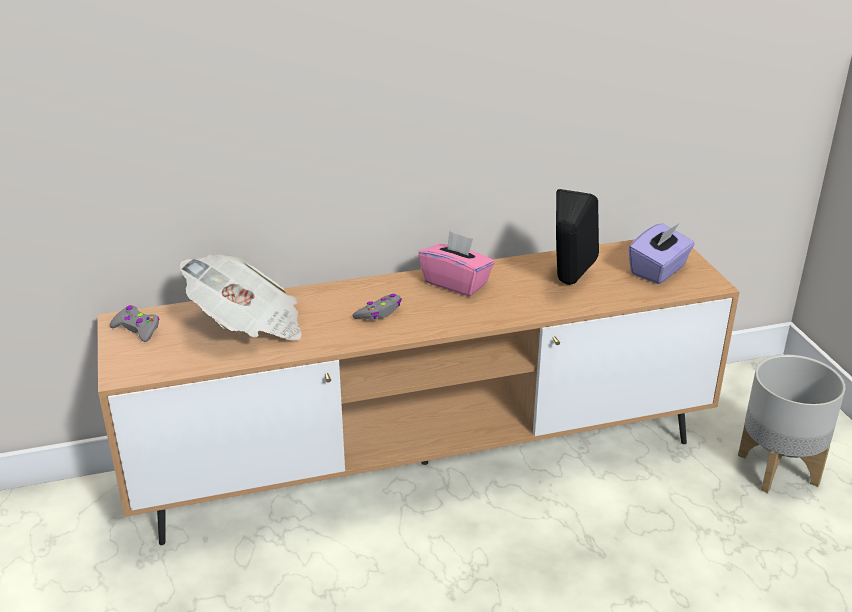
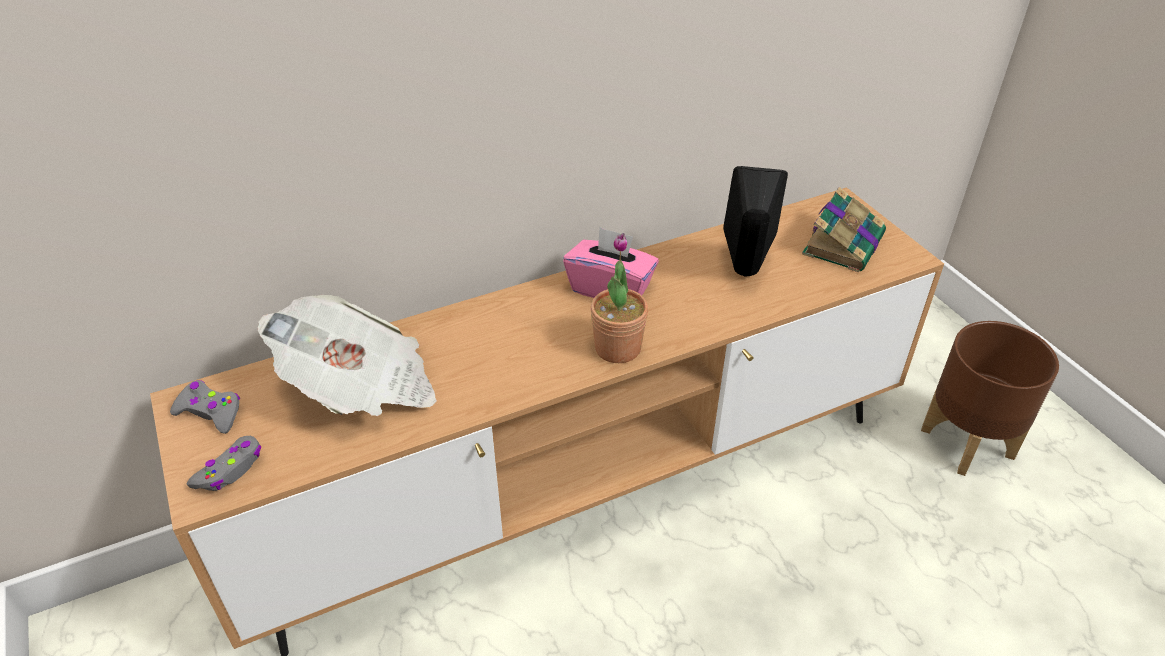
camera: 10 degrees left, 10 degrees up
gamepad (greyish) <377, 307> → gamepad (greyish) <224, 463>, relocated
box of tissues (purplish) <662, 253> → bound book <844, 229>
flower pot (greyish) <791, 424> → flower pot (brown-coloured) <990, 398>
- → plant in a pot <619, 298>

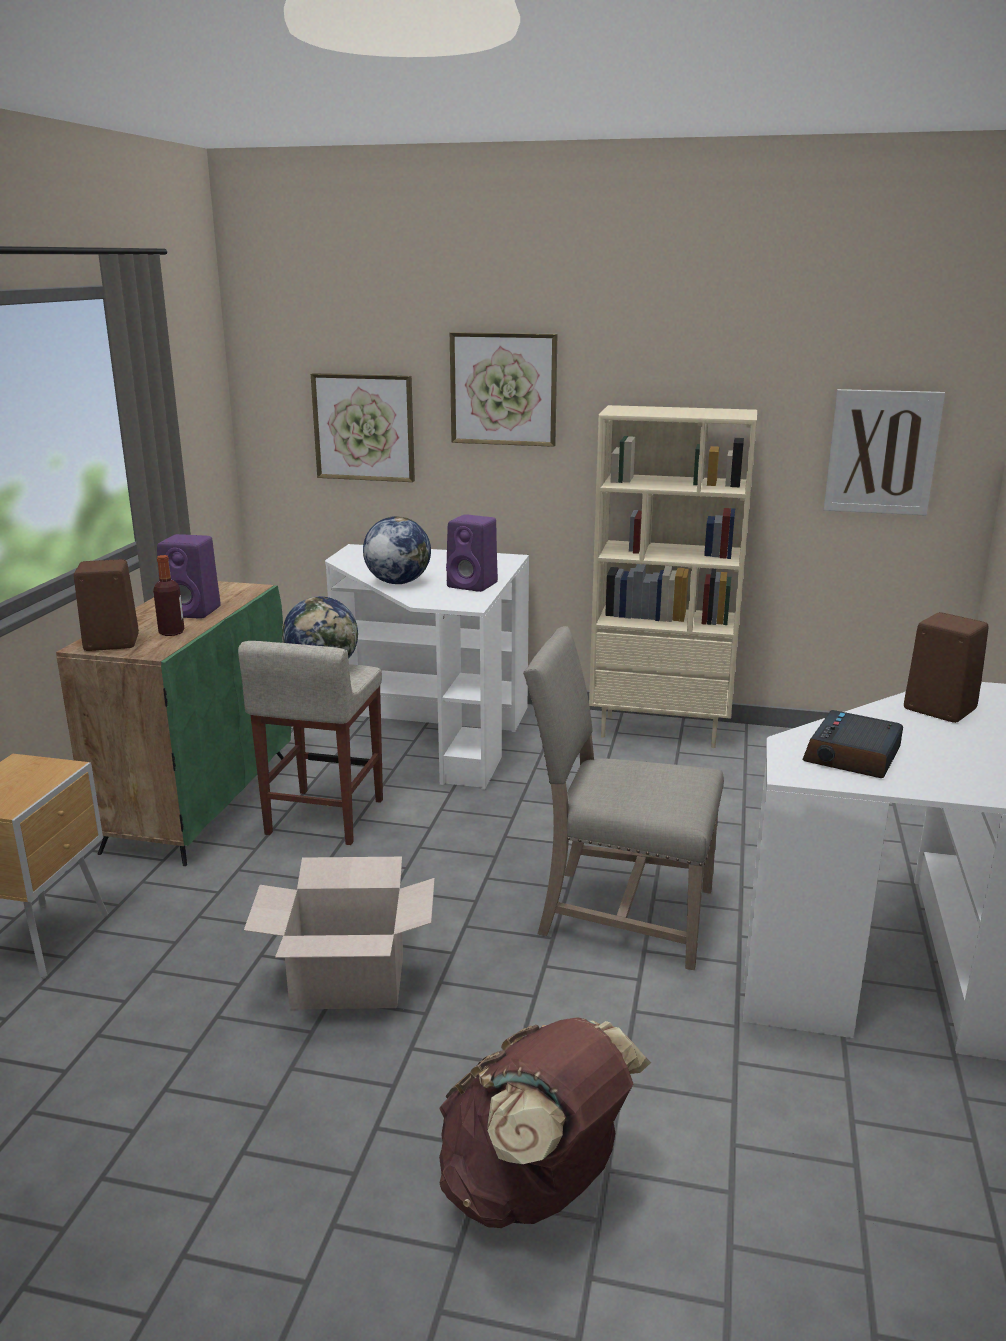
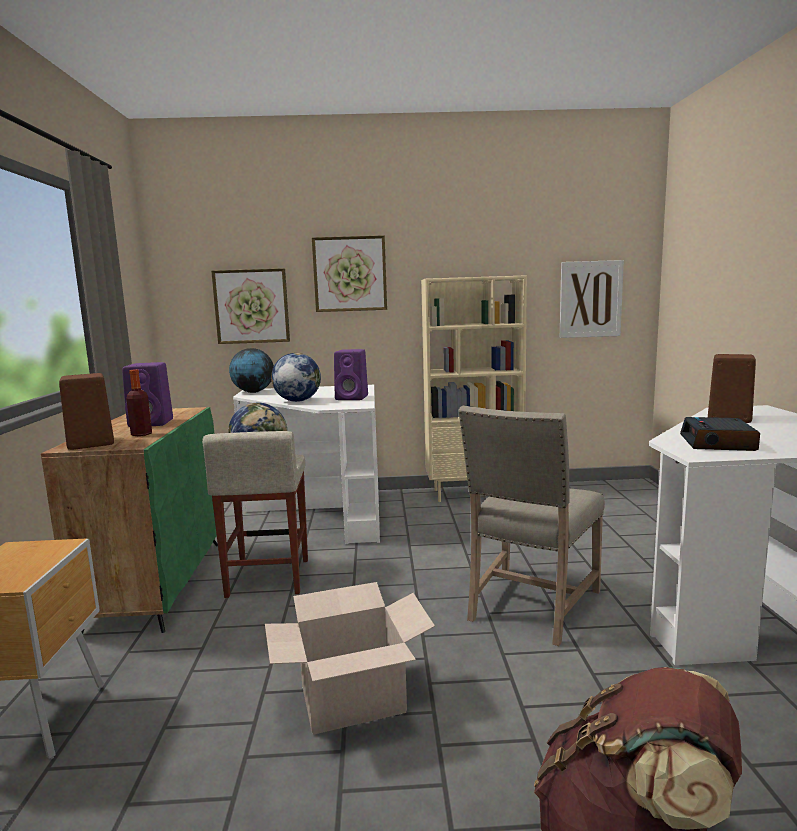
camera: 15 degrees left, 10 degrees down
plain chair (beige) <623, 798> → plain chair (beige) <531, 526>, 60 degrees counterclockwise
- → desk globe <251, 370>

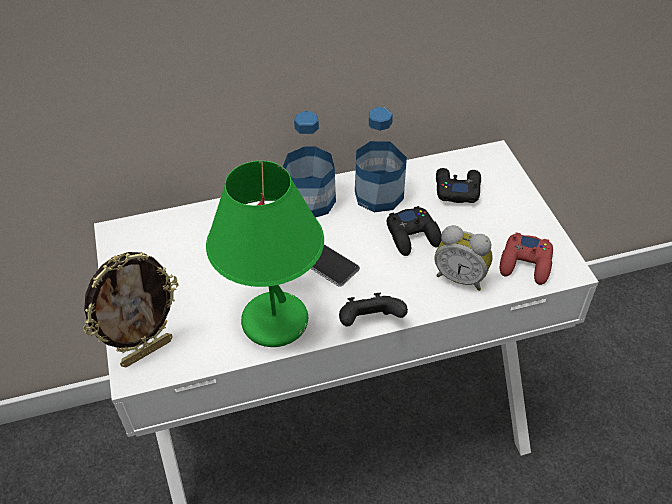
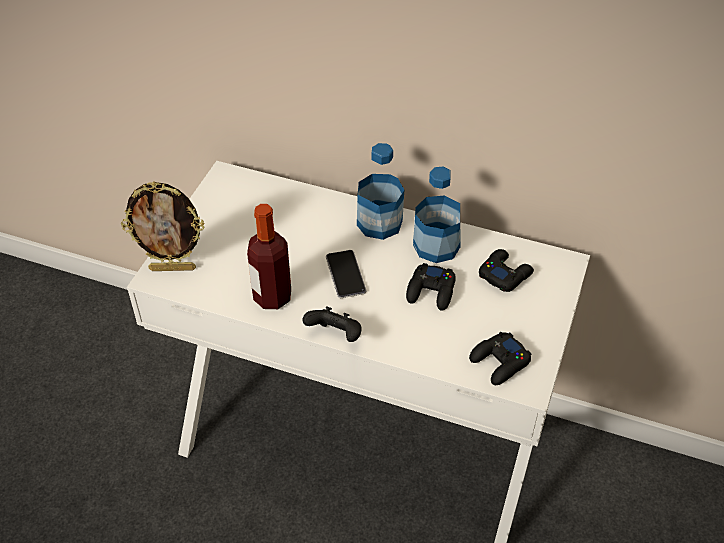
camera: 35 degrees right, 0 degrees up
lamp for a table (green-coloured) <265, 254> → bottle <269, 256>
bedside clock <463, 258> → -
gamepad (red) <526, 258> → gamepad (black-coloured) <500, 358>

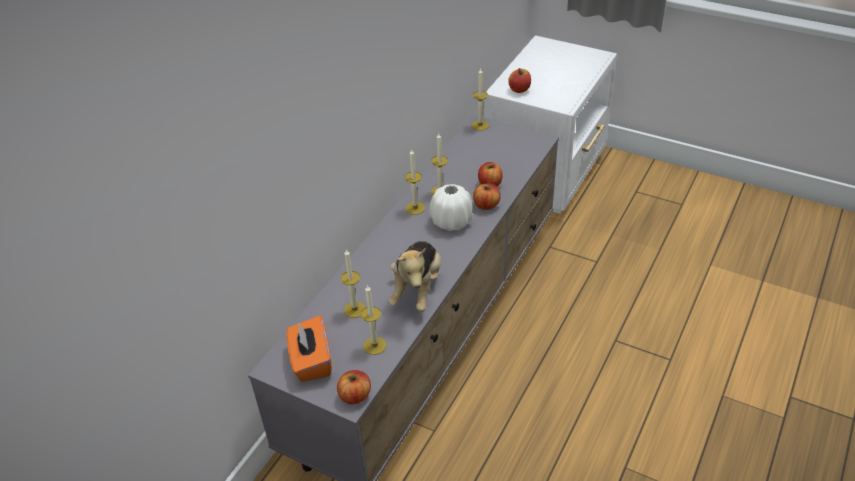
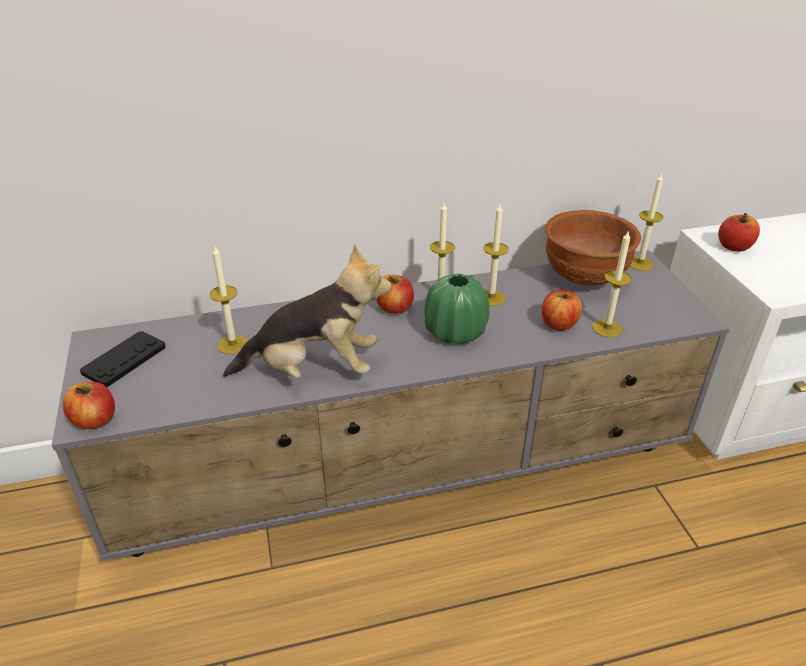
camera: 45 degrees right, 5 degrees down
box of tissues (orange) <309, 349> → gamepad (black-coloured) <123, 359>
candle <373, 320> → candle <612, 284>, relocated
soft toy <415, 276> → soft toy <307, 311>, 150 degrees counterclockwise
decorative vase (white-coloured) <451, 207> → decorative vase (green-coloured) <457, 309>
apple <487, 196> → apple <395, 294>, relocated
- → serving bowl (brown-coloured) <593, 248>

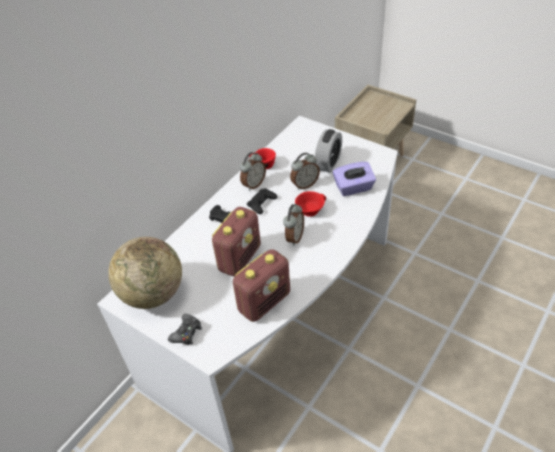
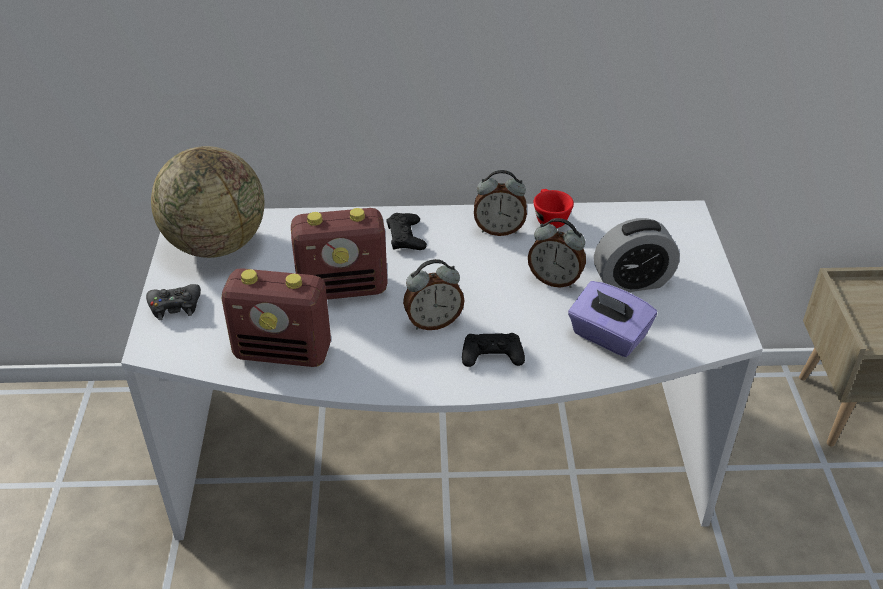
camera: 50 degrees right, 5 degrees down
gamepad (black-coloured) <262, 201> → gamepad (black-coloured) <493, 350>, relocated
cup (red) <310, 204> → -

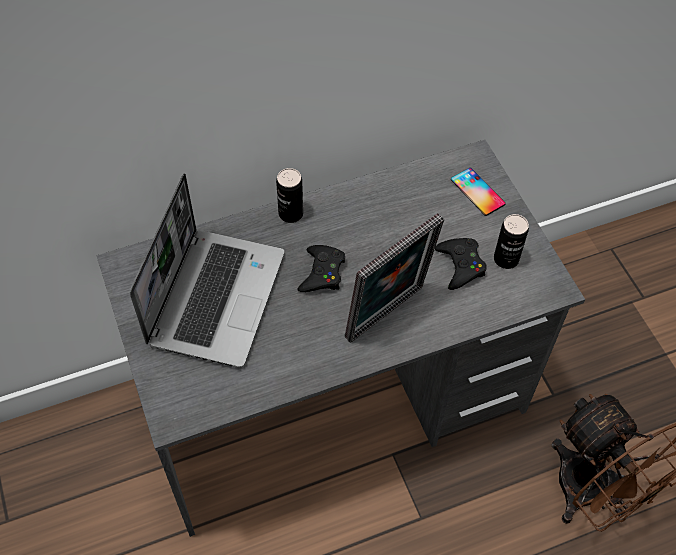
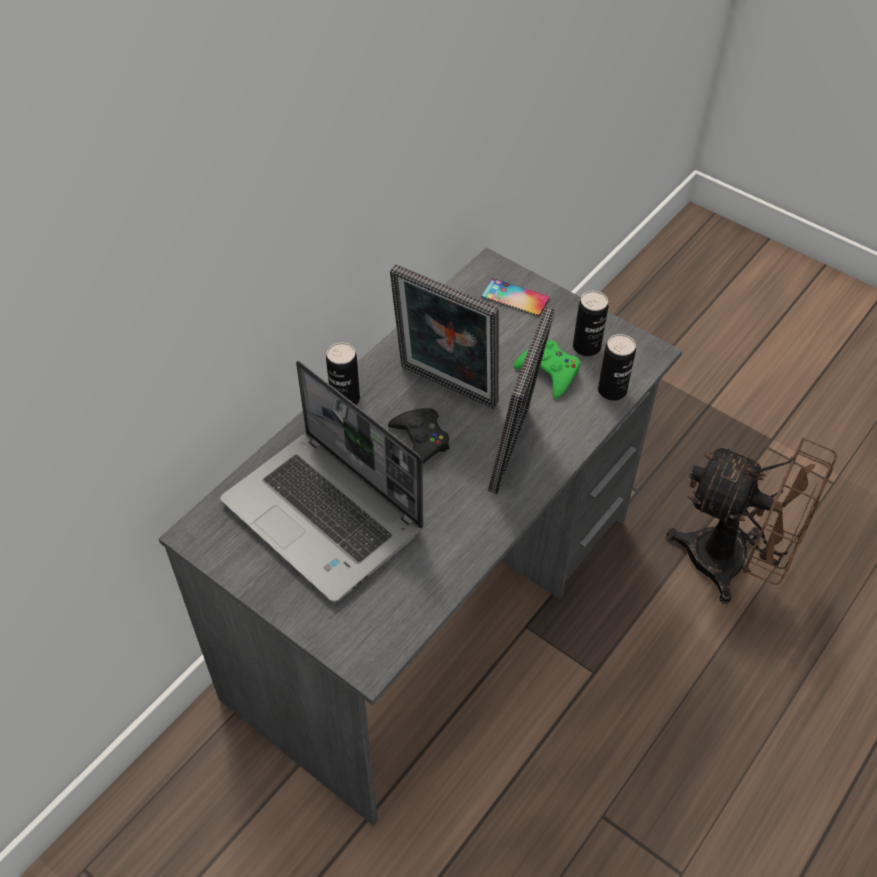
camera: 30 degrees left, 5 degrees down
laptop <207, 270> → laptop <321, 481>, 150 degrees clockwise
gamepad (black-coloured) <461, 264> → gamepad (green-coloured) <547, 369>
- → picture frame <444, 336>
- → sealed can <617, 367>

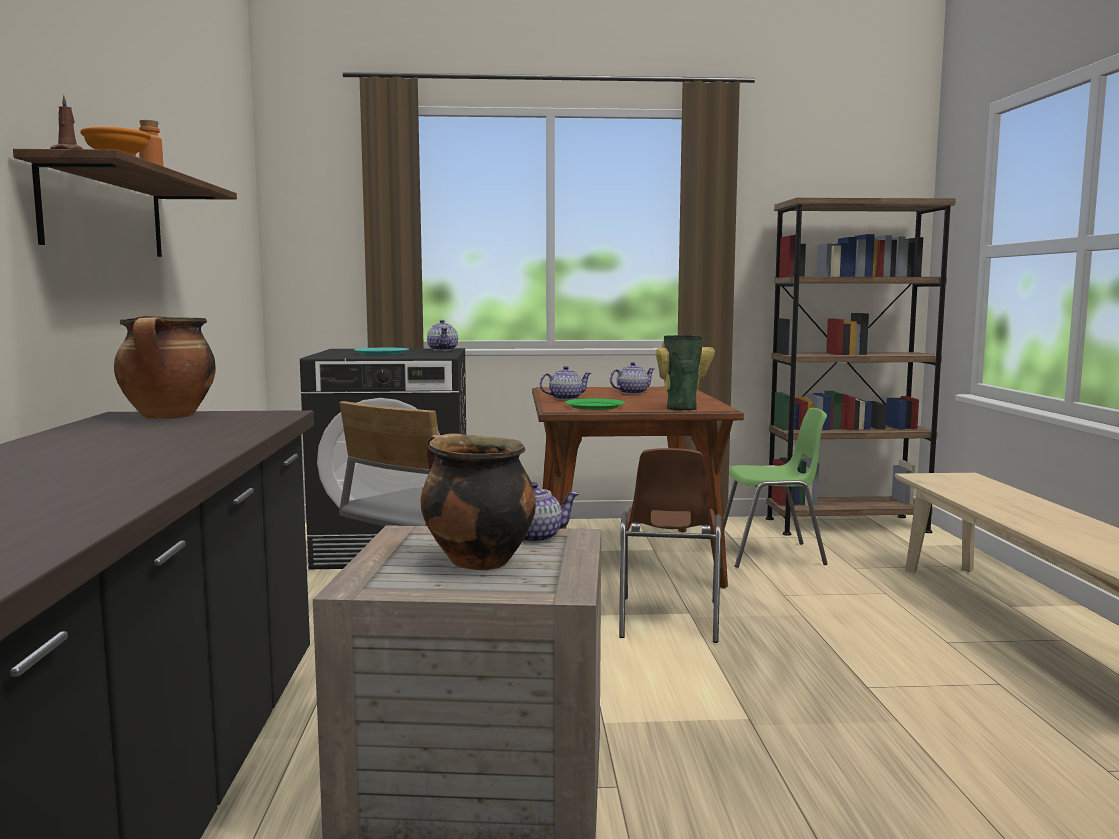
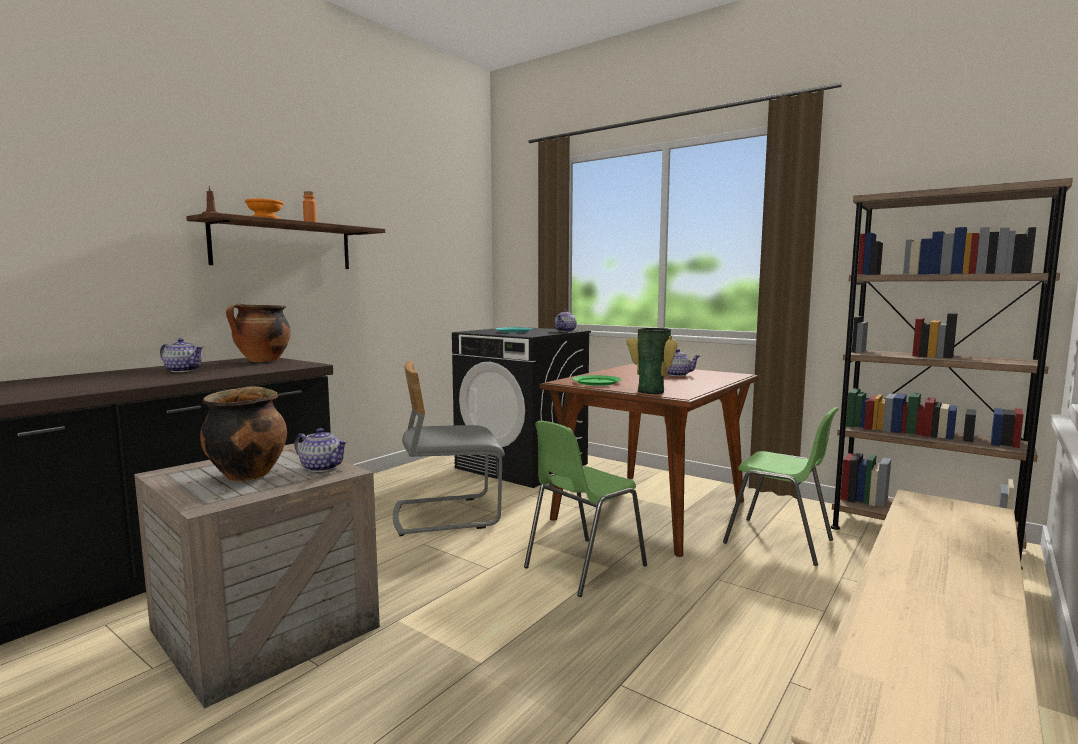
camera: 40 degrees right, 0 degrees up
pot for tea <566, 383> → pot for tea <181, 355>, relocated
plain chair (brown-coloured) <670, 545> → plain chair (green-coloured) <585, 509>

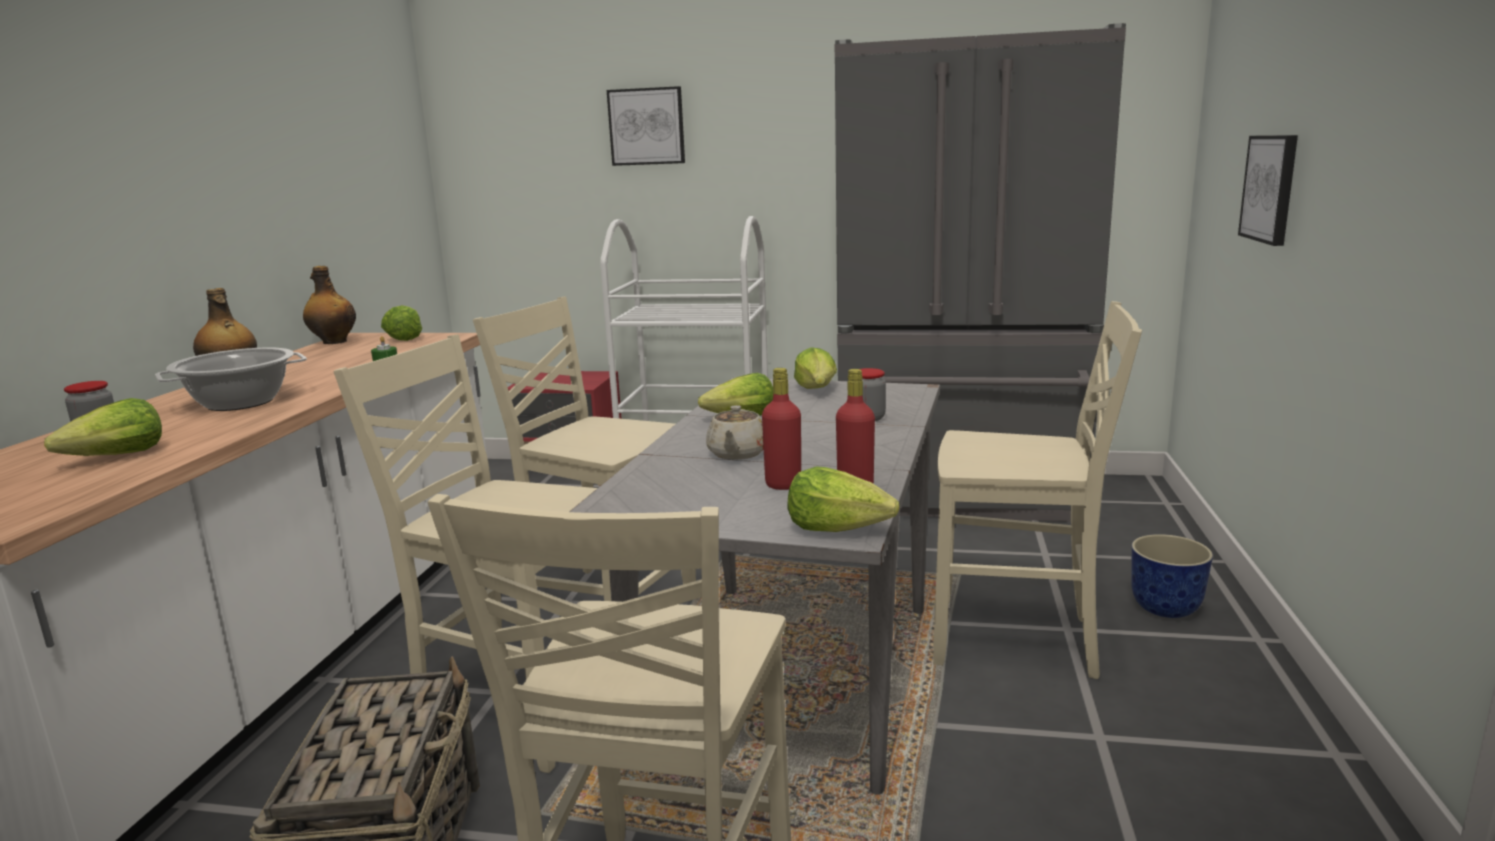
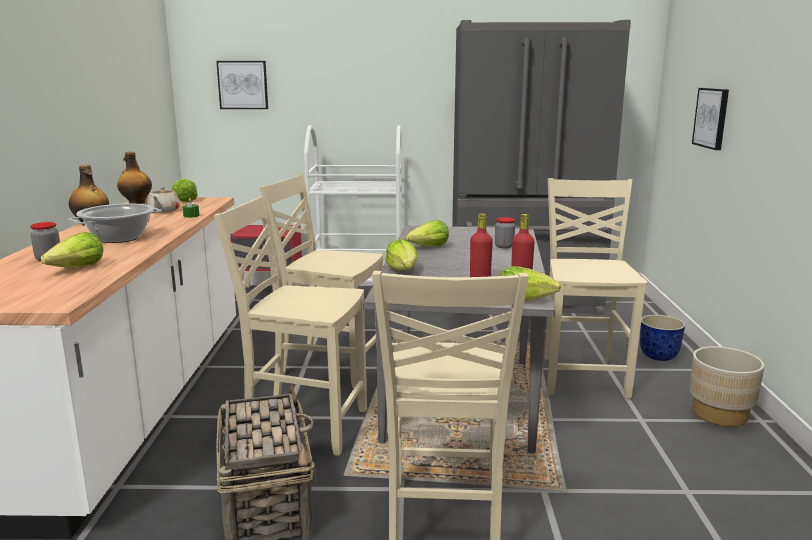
camera: 10 degrees left, 0 degrees up
picture <646, 126> → picture <242, 85>, relocated
pot for tea (beige) <735, 432> → pot for tea (beige) <163, 200>, relocated
head of lettuce <815, 368> → head of lettuce <402, 254>, relocated
plain chair (beige) <1037, 490> → plain chair (beige) <596, 288>, 90 degrees counterclockwise
- → flower pot (beige) <727, 386>

